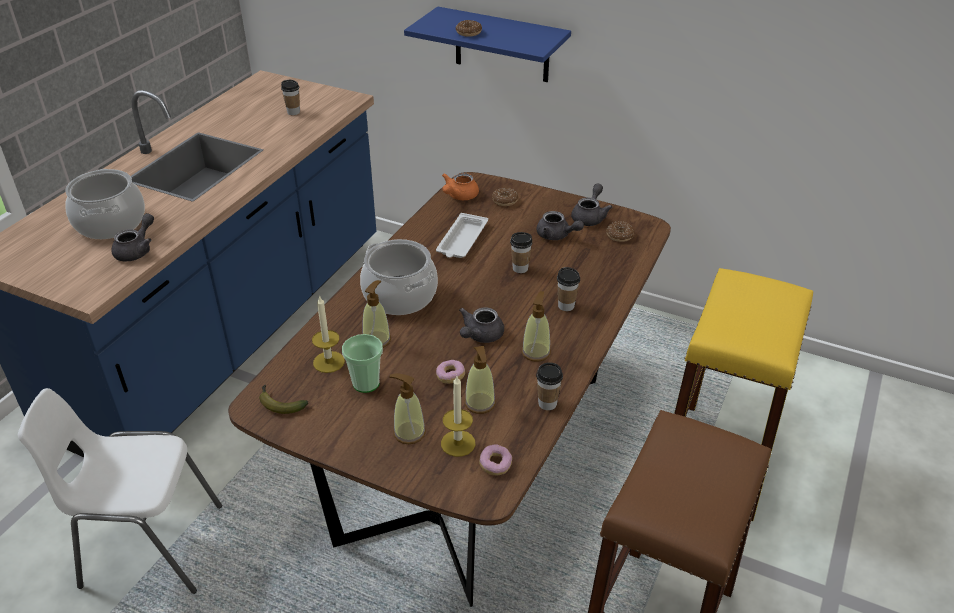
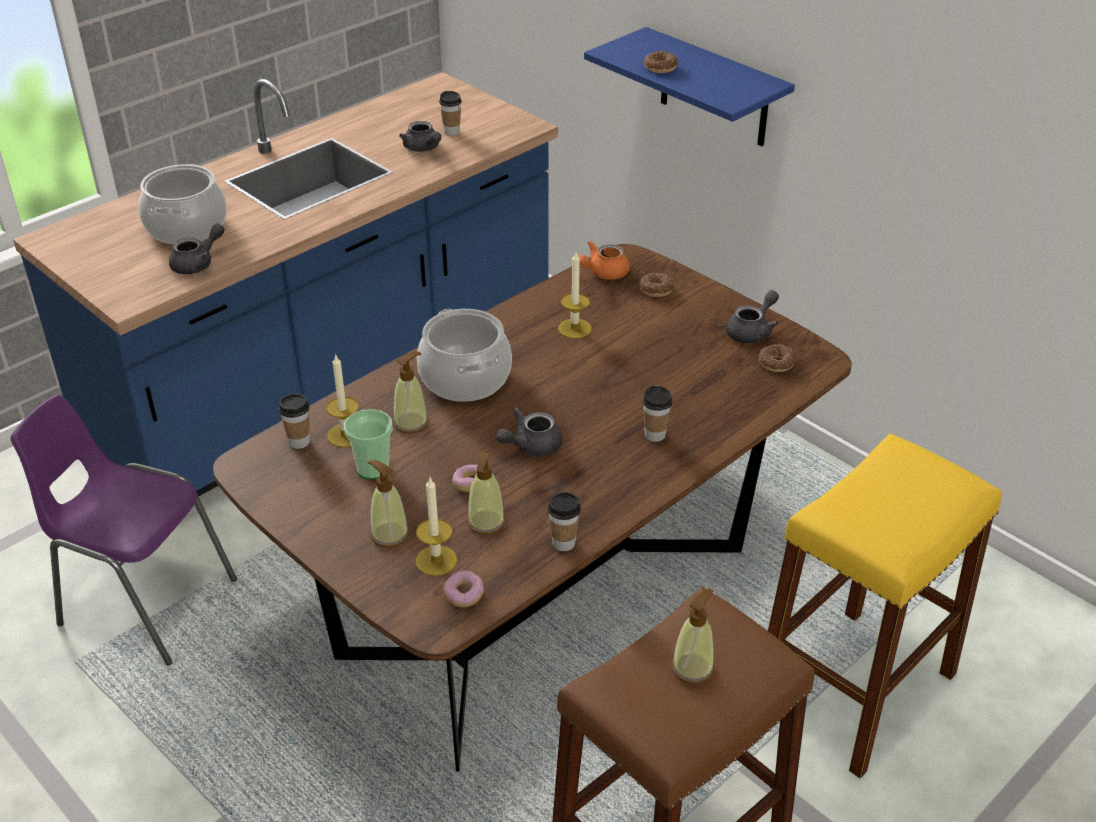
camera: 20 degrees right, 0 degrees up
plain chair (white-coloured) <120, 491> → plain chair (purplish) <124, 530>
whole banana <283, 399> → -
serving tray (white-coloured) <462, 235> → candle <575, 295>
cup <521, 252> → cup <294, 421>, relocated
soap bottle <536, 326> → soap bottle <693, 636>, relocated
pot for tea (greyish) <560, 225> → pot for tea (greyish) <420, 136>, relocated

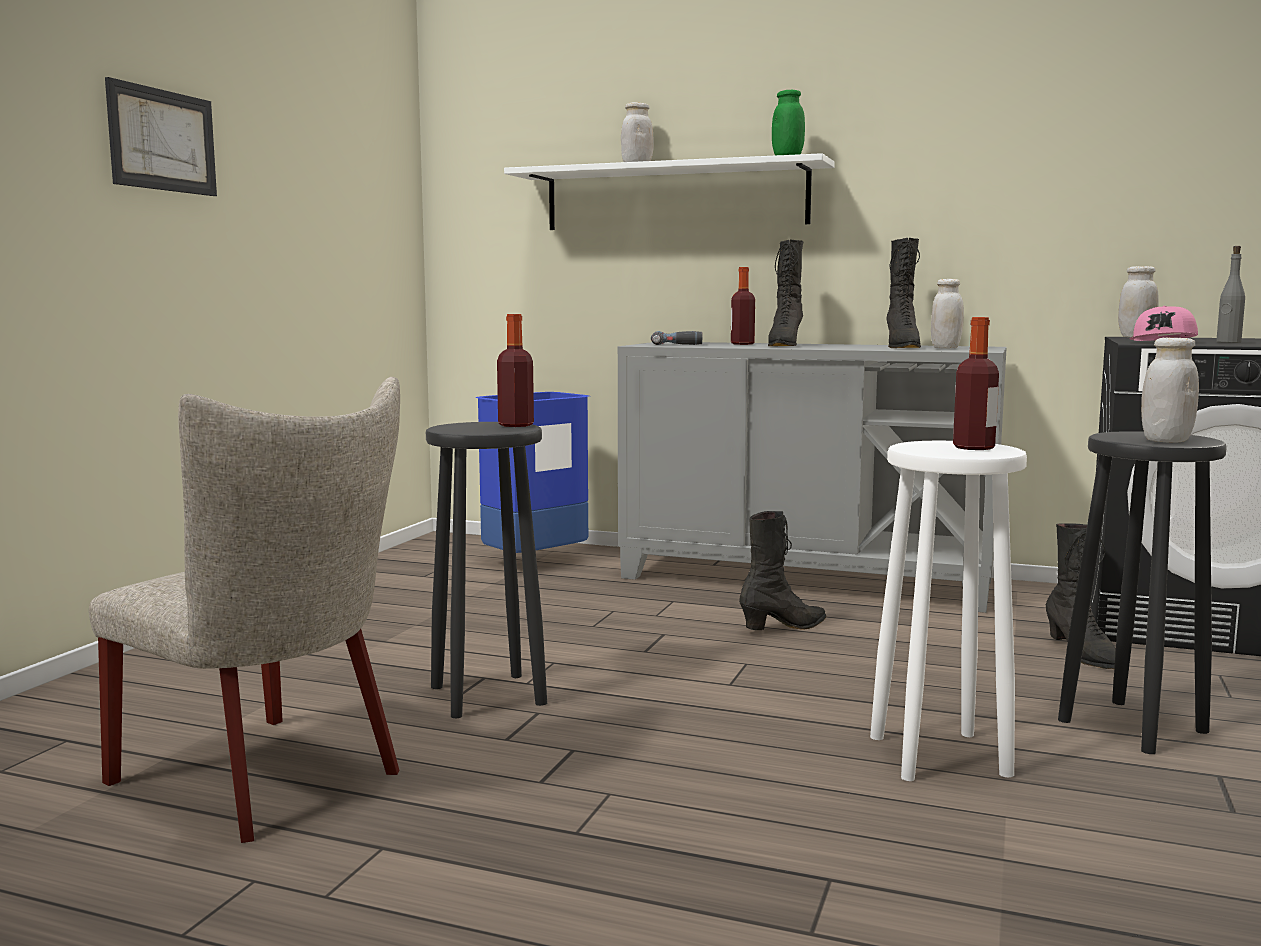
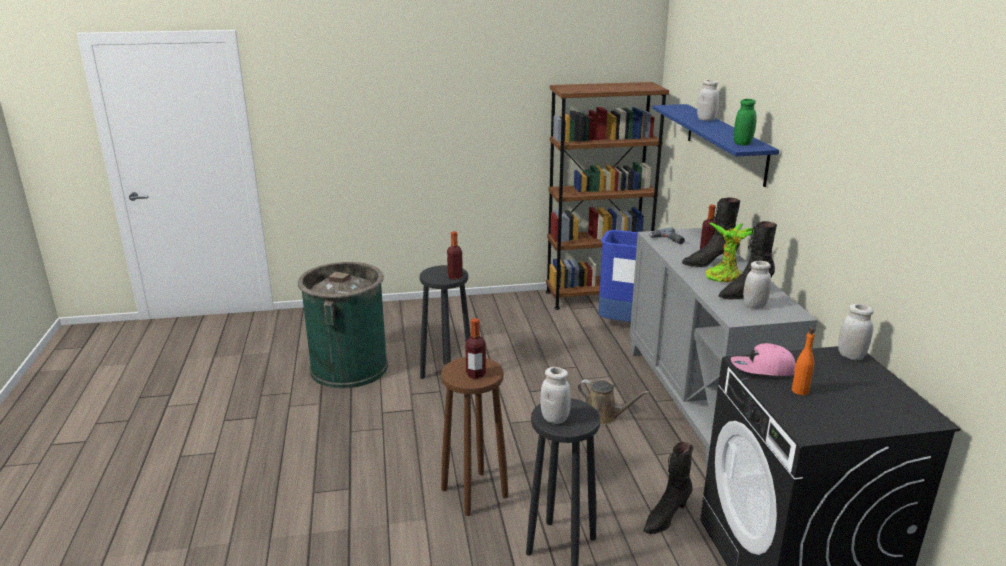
camera: 60 degrees right, 15 degrees up
plain chair (beige) <244, 610> → waste bin (green-coloured) <343, 325>
picture <161, 136> → -
shelf (white-coloured) <669, 191> → shelf (blue-coloured) <715, 145>
high-top boot (black-coloured) <782, 570> → watering pot (brown-coloured) <613, 402>
stool (white-coloured) <948, 611> → stool (brown-coloured) <475, 436>
bottle (greyish) <1230, 294> → bottle (orange) <803, 361>
- → bookshelf (brown-coloured) <607, 196>
- → plant in a pot <730, 252>

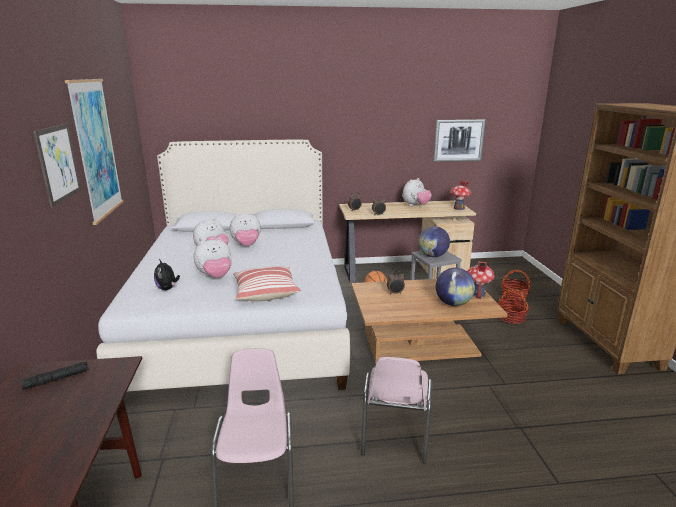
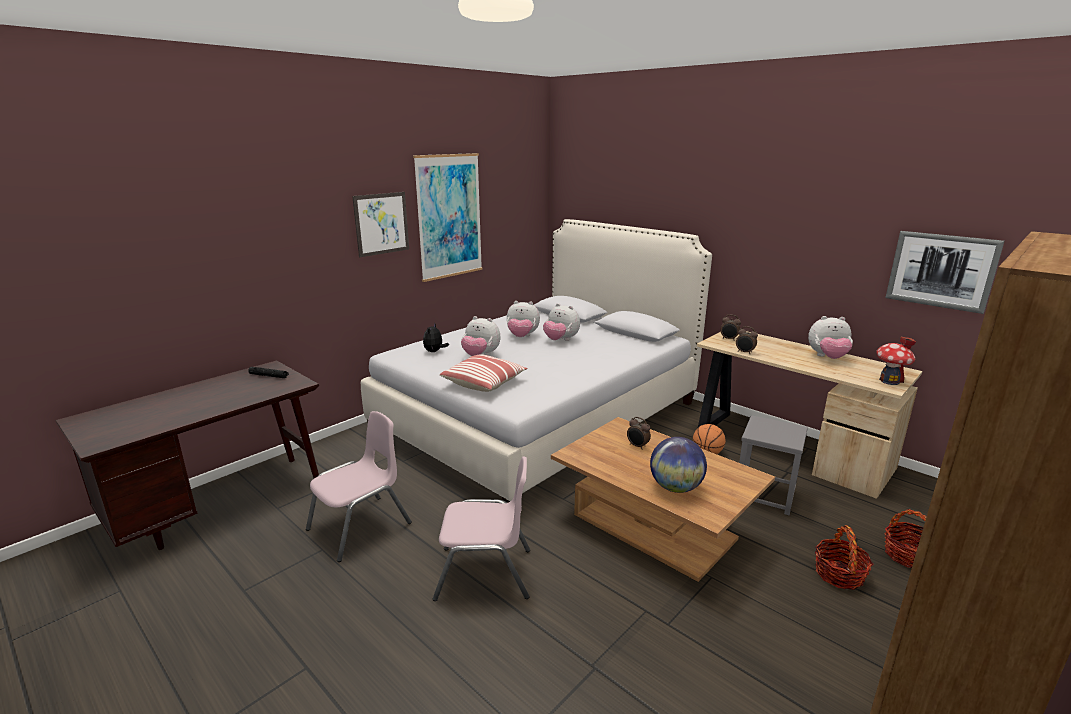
camera: 50 degrees right, 0 degrees up
plain chair (pinkish) <397, 410> → plain chair (pinkish) <481, 528>, 150 degrees counterclockwise
desk globe <434, 241> → -
toy house <480, 280> → -

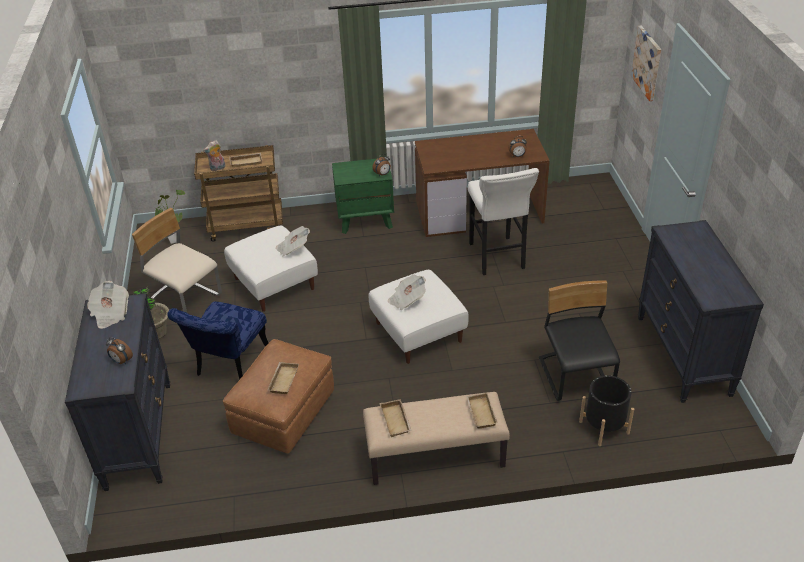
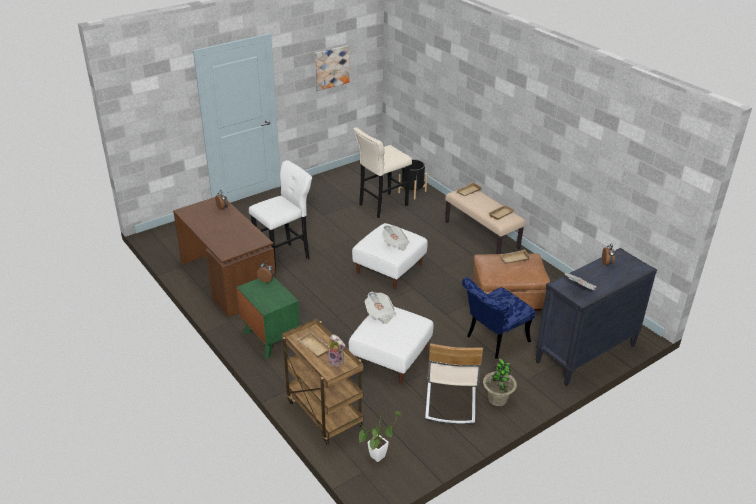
camera: 120 degrees left, 5 degrees down
plain chair (blue-coloured) <217, 340> → plain chair (blue-coloured) <498, 318>, 150 degrees clockwise
plain chair (black-coloured) <579, 340> → stool (beige) <382, 172>
picture <646, 63> → picture <332, 68>, relocated
chest of drawers (black-coloured) <701, 311> → -

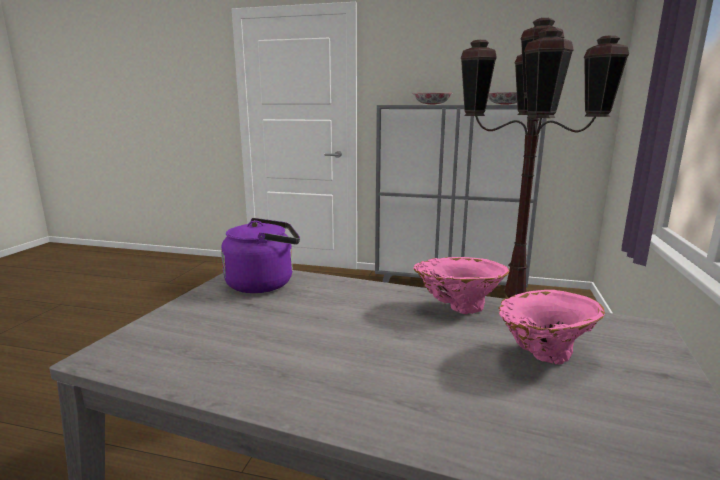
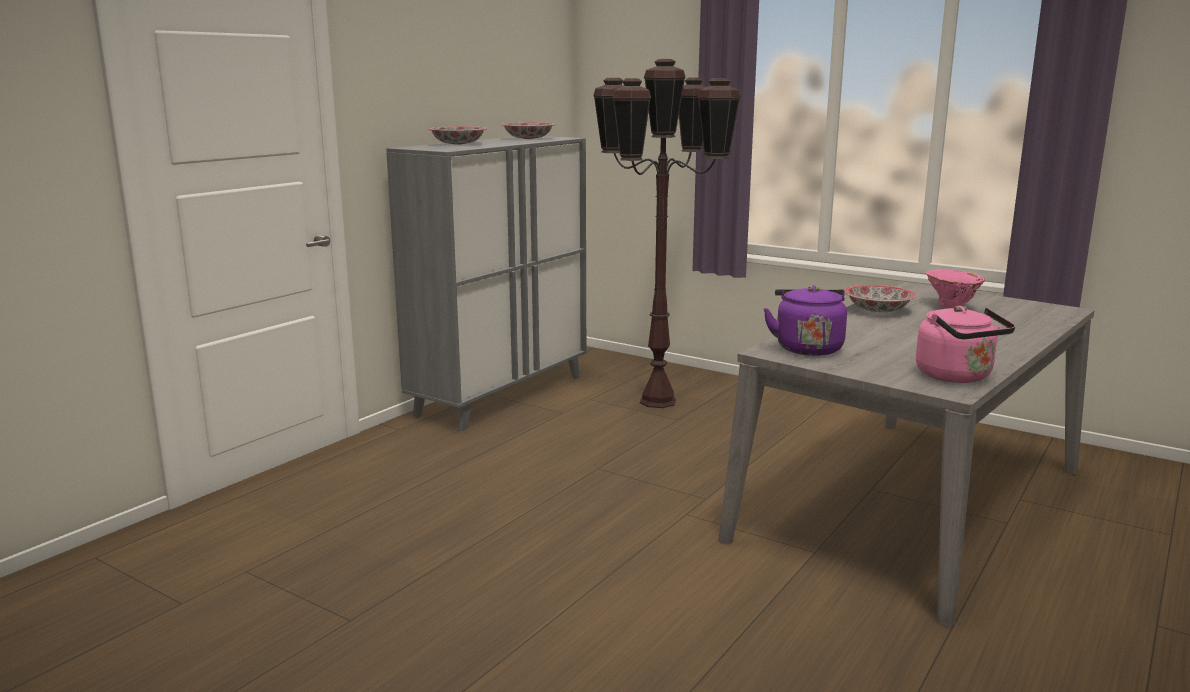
camera: 70 degrees left, 0 degrees up
decorative vase (pinkish) <461, 285> → serving bowl <880, 298>
- → tea kettle (pinkish) <965, 344>

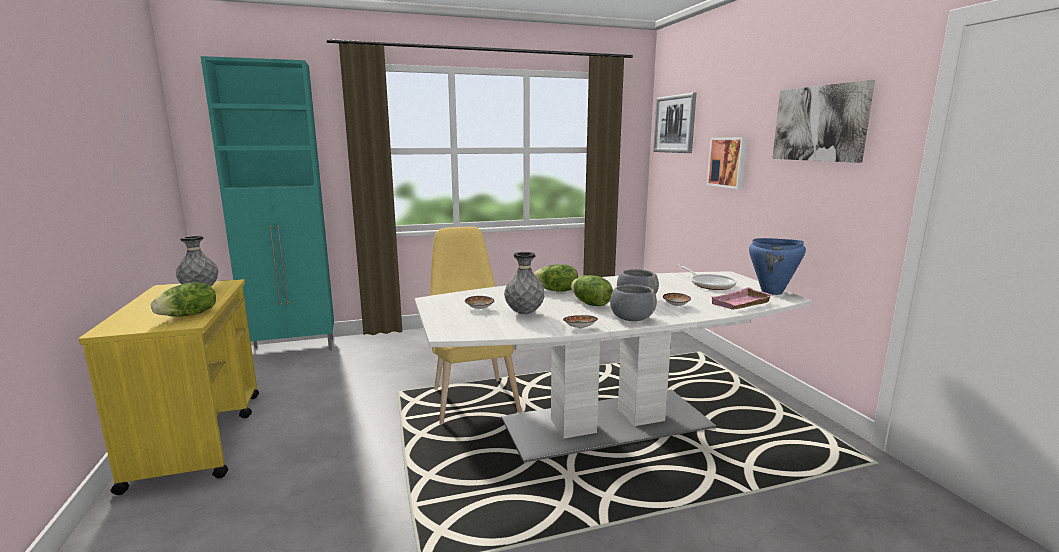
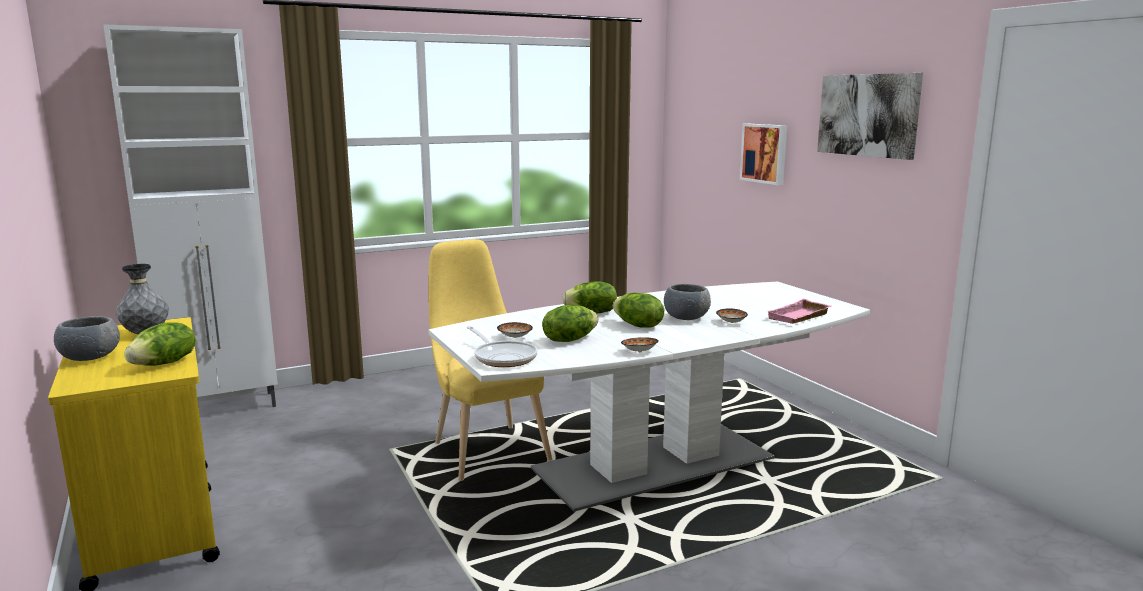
camera: 10 degrees left, 0 degrees up
cupboard (blue-green) <267, 203> → cupboard (white-coloured) <190, 215>
decorative vase (greyish) <524, 283> → head of lettuce <570, 323>
serving bowl (greyish) <633, 303> → serving bowl (greyish) <87, 338>, relocated
picture <674, 122> → -
frying pan <707, 277> → frying pan <502, 346>, relocated
cooking pot (blue-coloured) <777, 266> → -

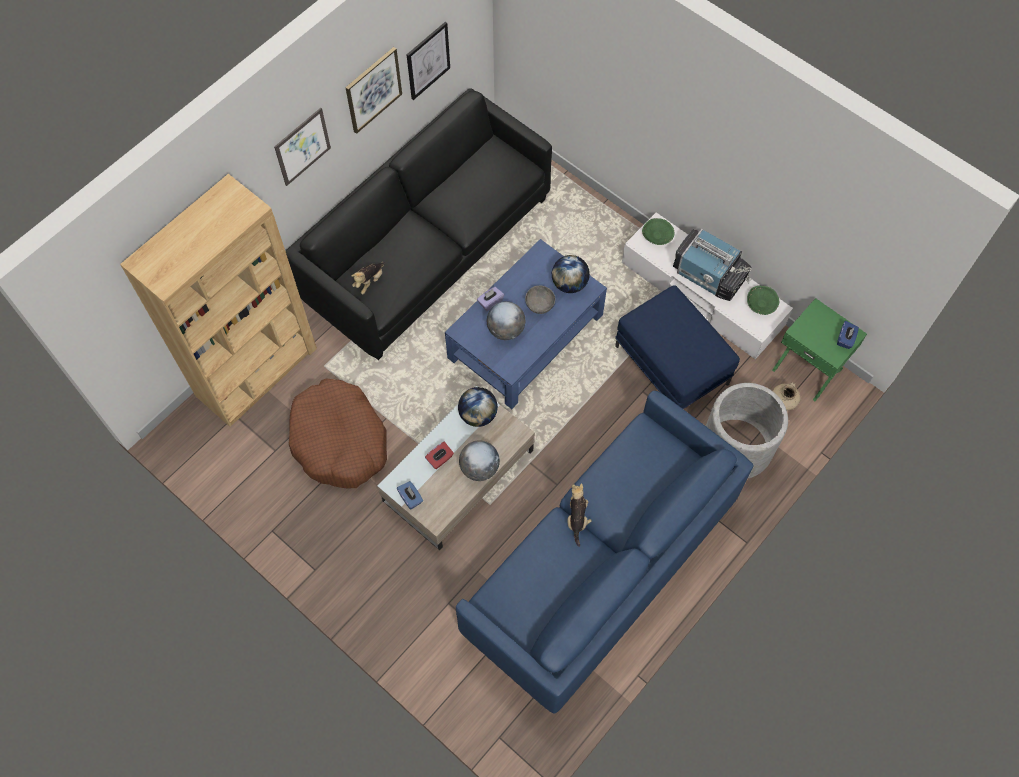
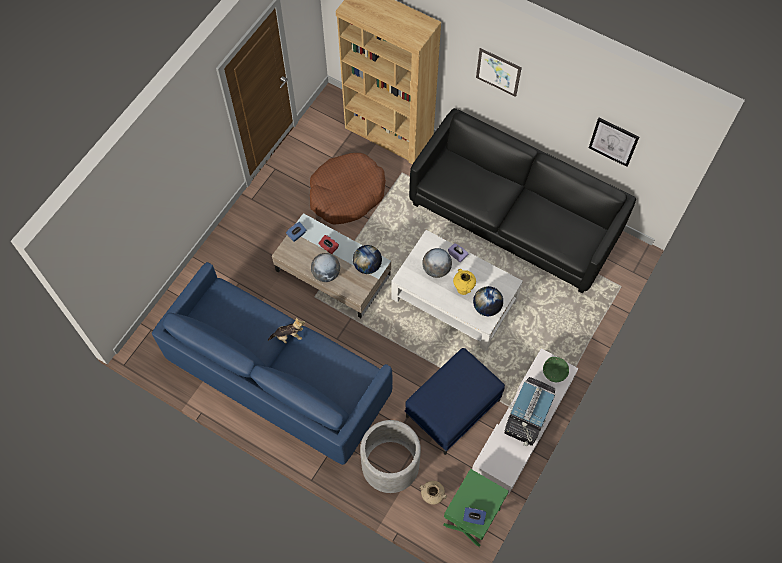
camera: 80 degrees right, 0 degrees up
picture <373, 90> → -
soft toy <368, 277> → -
coffee table (blue-coloured) <526, 324> → coffee table (white-coloured) <457, 290>
serving bowl (greyish) <540, 300> → decorative vase (yellowish) <464, 282>
serving bowl (green-coloured) <763, 300> → -

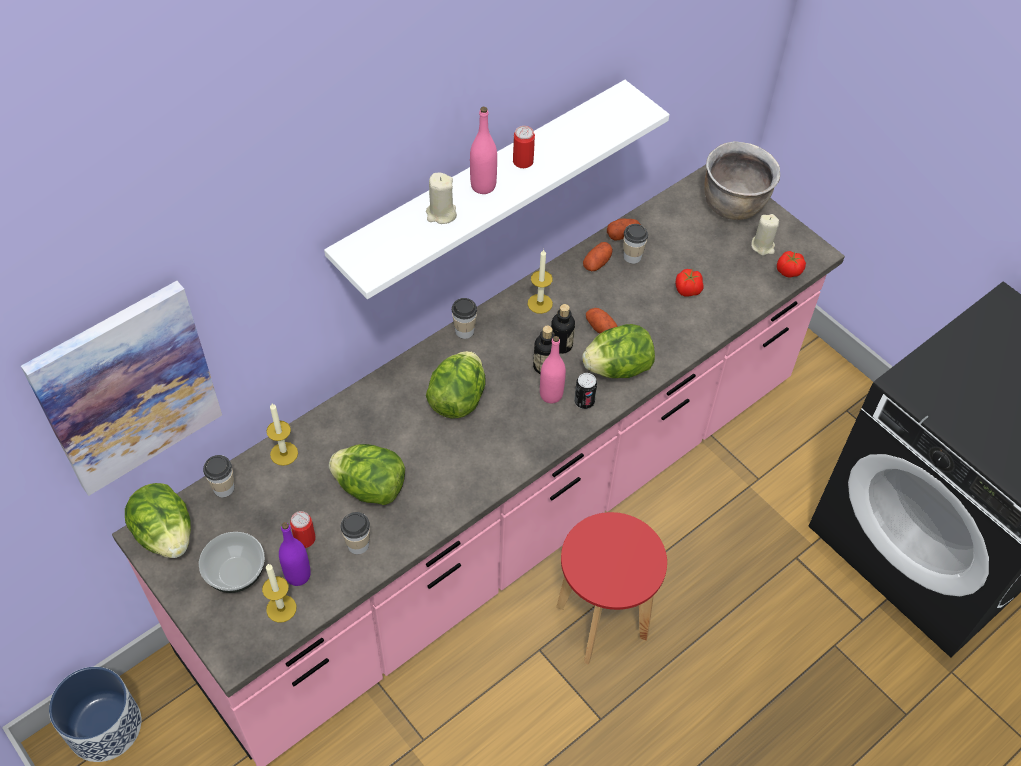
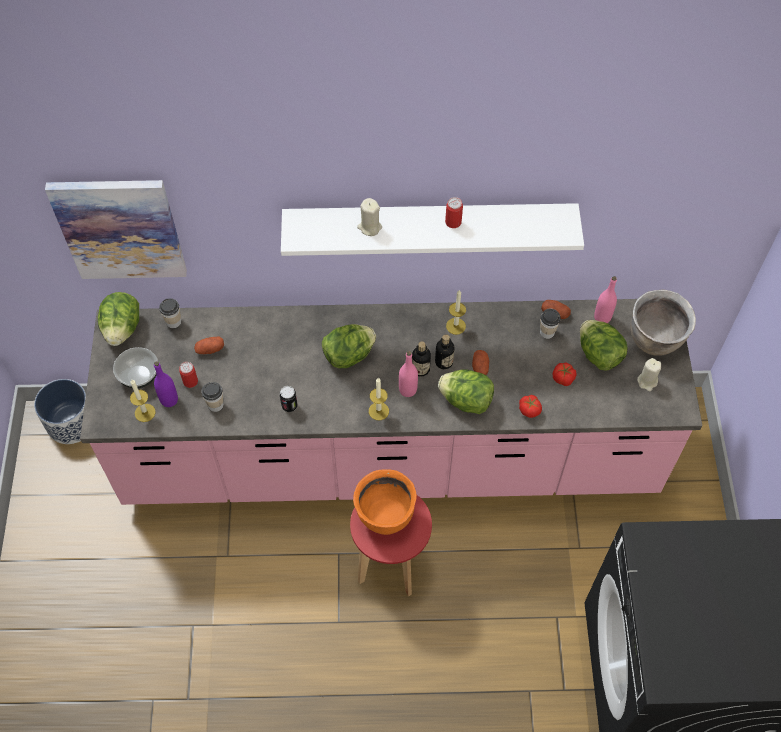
camera: 40 degrees right, 5 degrees up
candle <282, 434> → candle <379, 399>, relocated
head of lettuce <367, 474> → head of lettuce <604, 345>, relocated
cup <464, 318> → -
bottle (pinkish) <483, 150> → bottle (pinkish) <605, 299>, relocated
sealed can <585, 391> → sealed can <288, 399>, relocated
spud <598, 256> → spud <209, 345>, relocated
tomato <791, 264> → tomato <530, 406>, relocated
- → cooking pot (orange) <385, 502>

